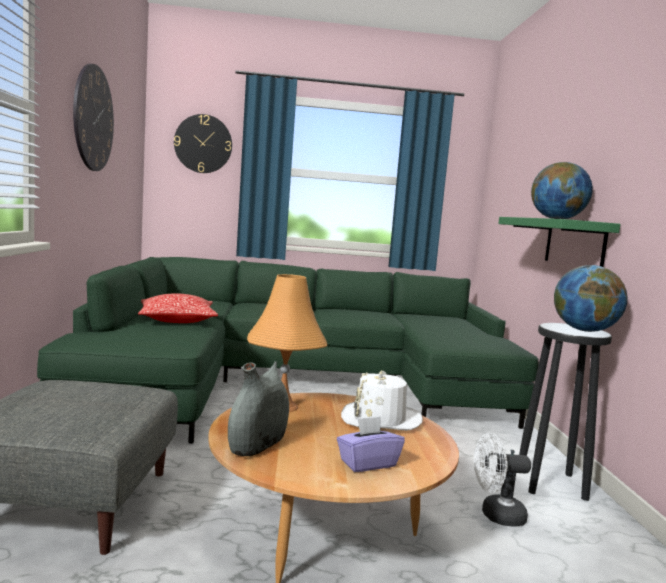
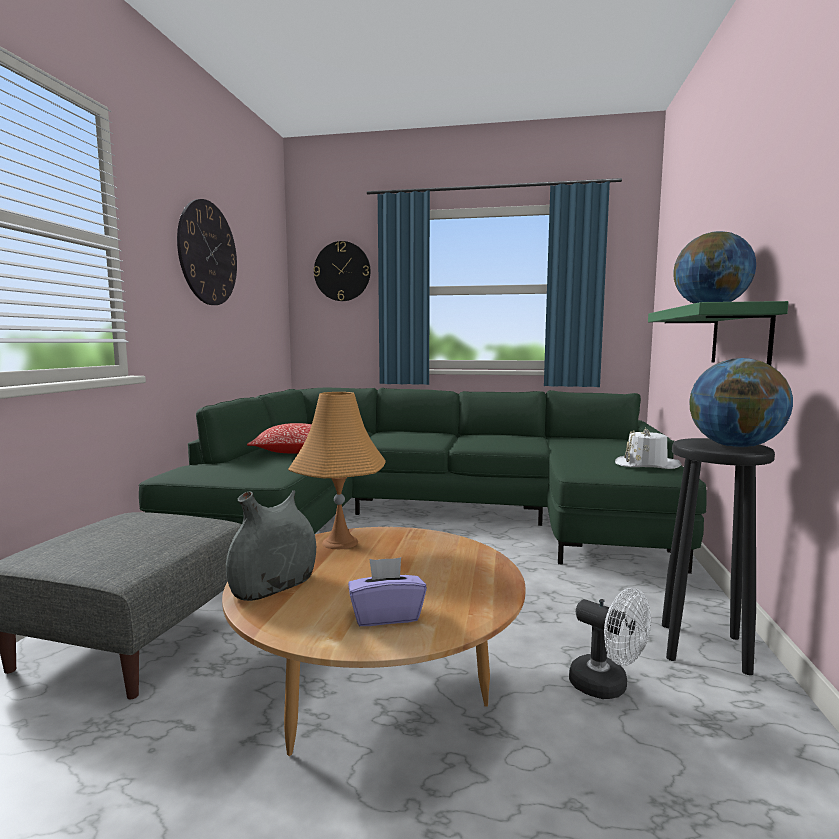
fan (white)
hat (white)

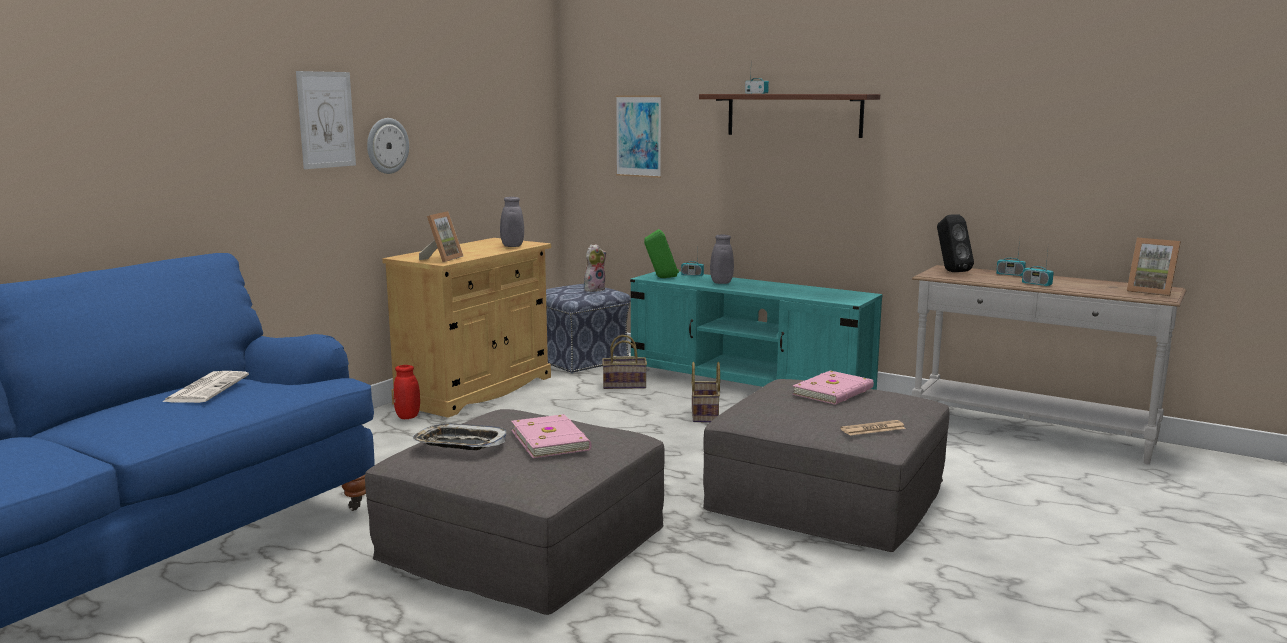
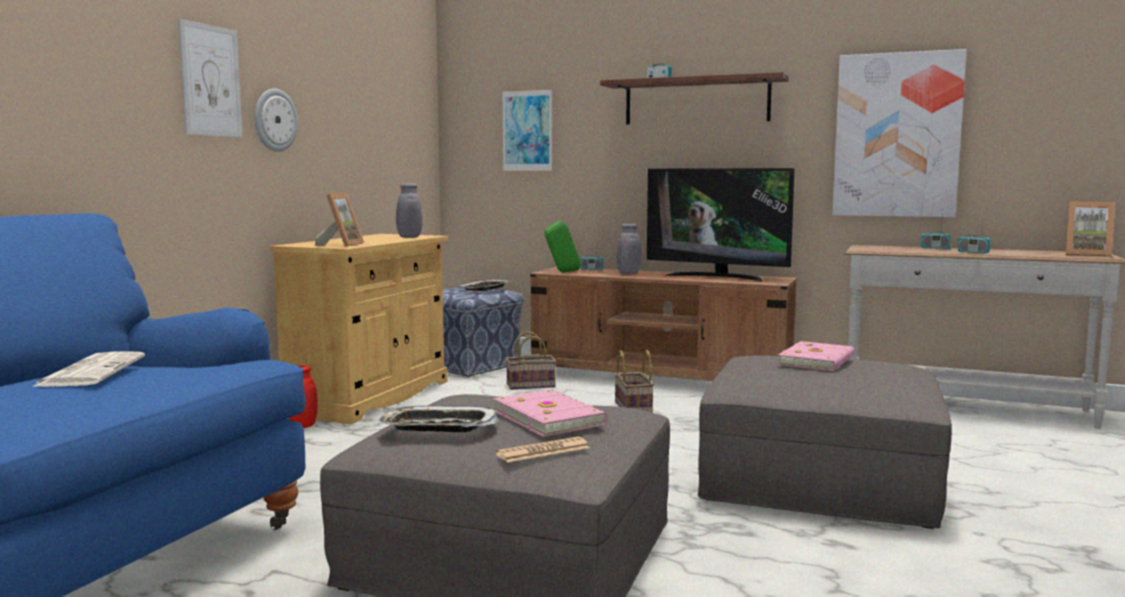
tray (2nd from left)
newspaper (2nd from left)
tv stand (brown)
television
picture (3rd from left)
speaker (black)

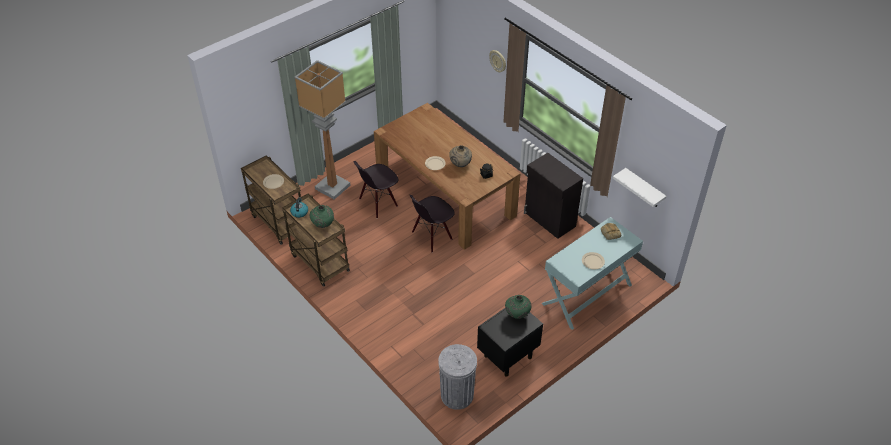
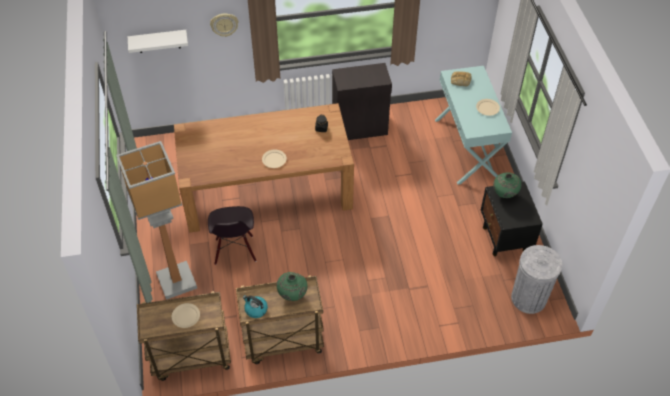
shelf (white)
chair (black) (2nd from left in the first image)
vase (beige)

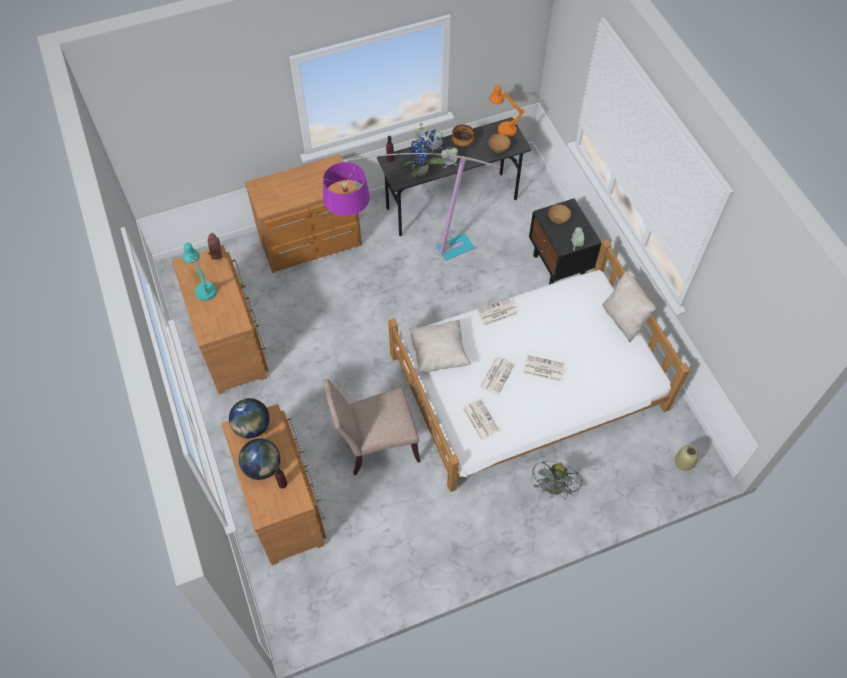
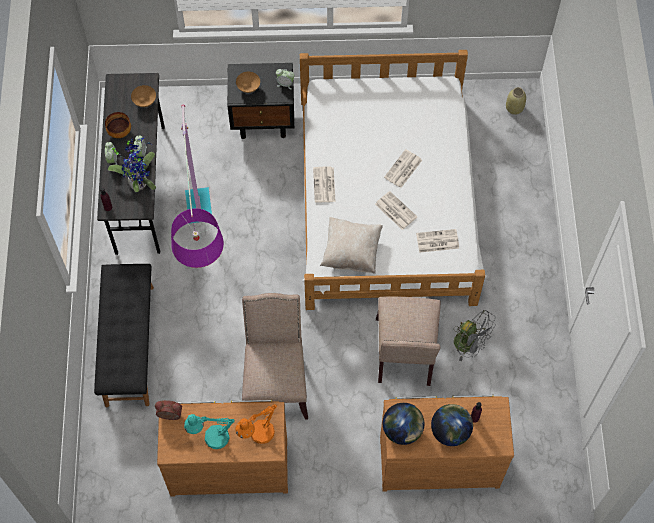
bench (black)
table lamp (orange)
chair (beige) (1st from left)
fan (grey)
pillow (beige) (2nd from left in the first image)

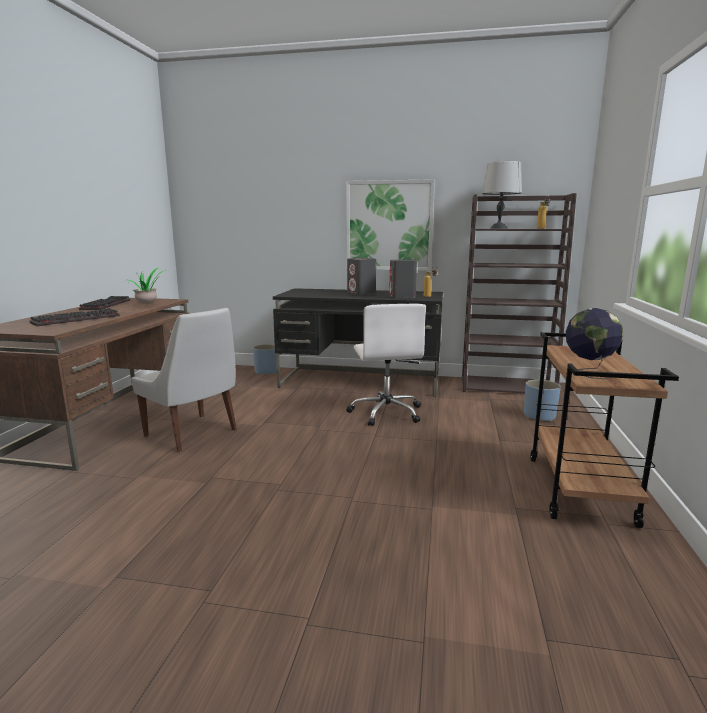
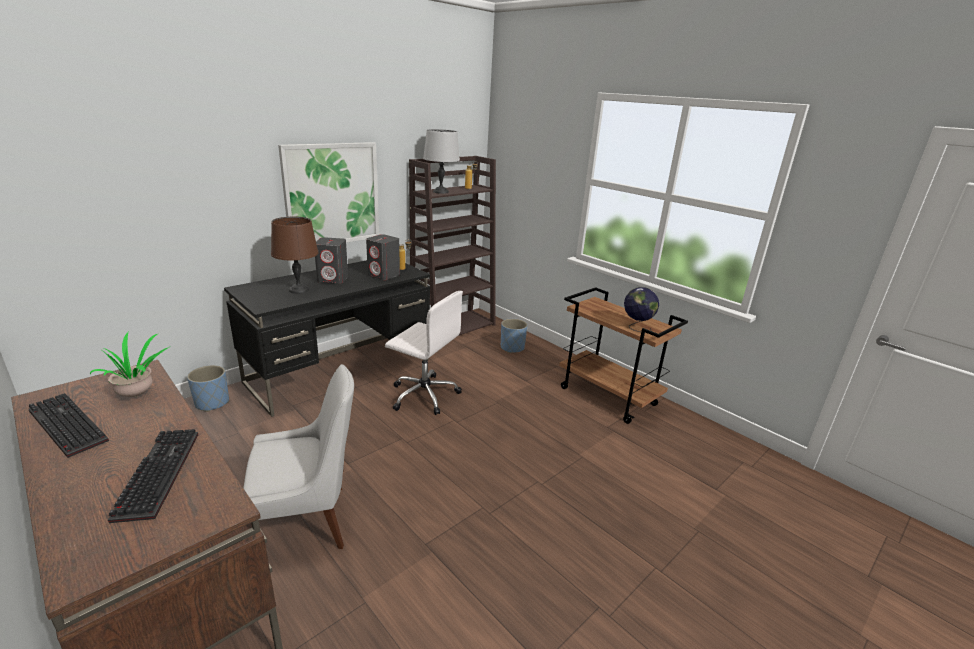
table lamp (brown)

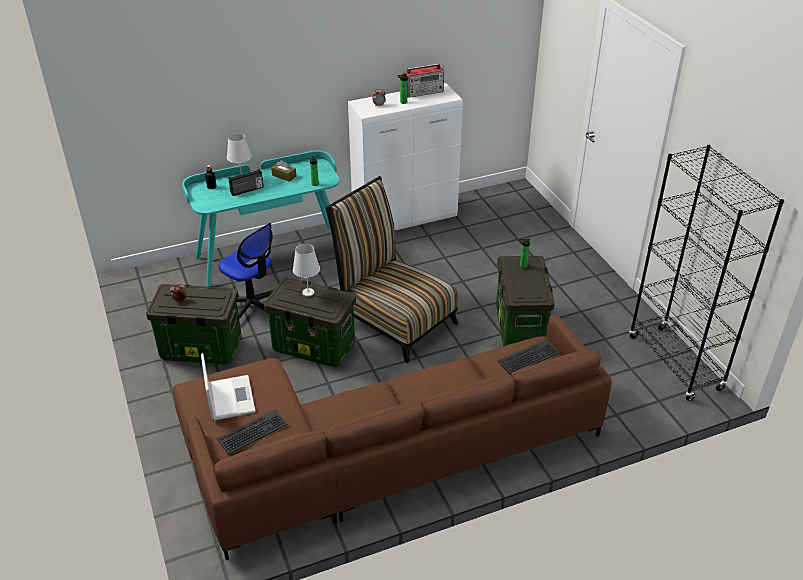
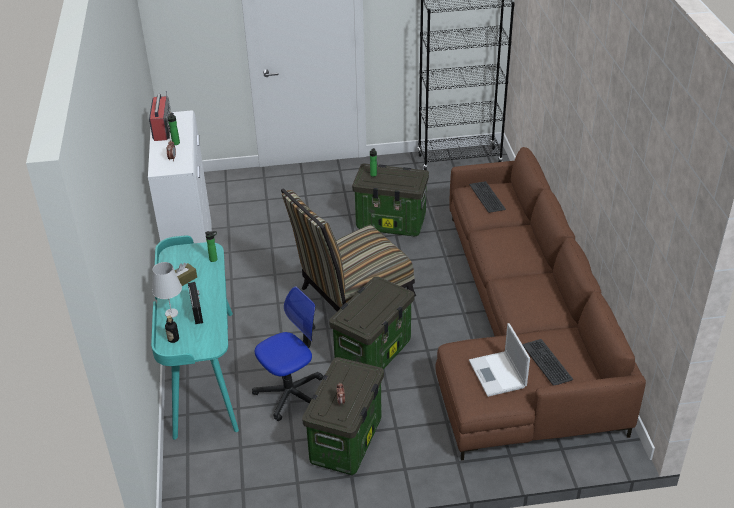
laptop
table lamp (white) (2nd from left in the first image)

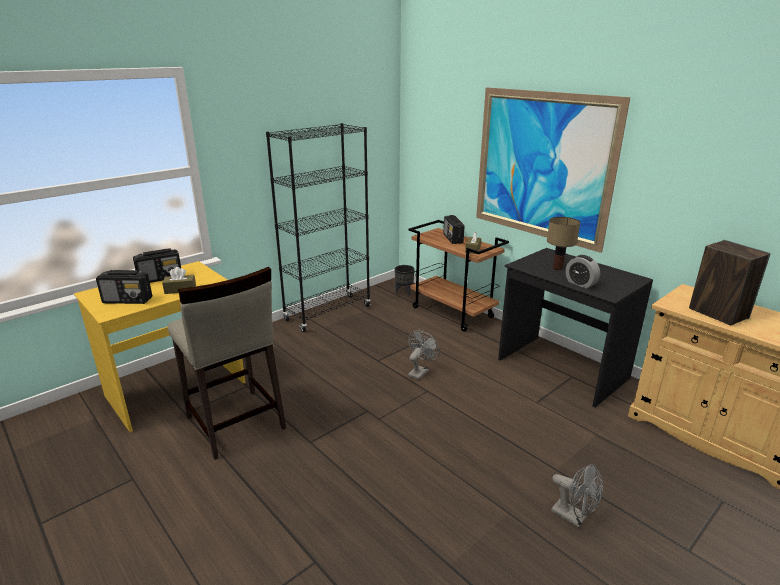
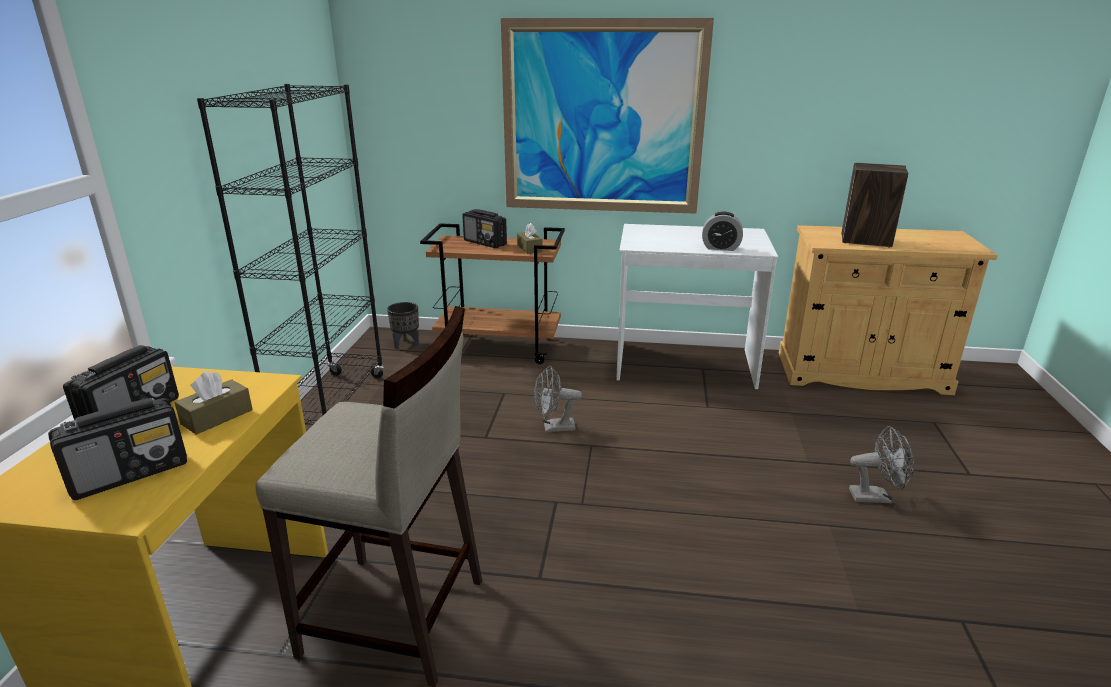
fan (grey) (1st from left)
desk (white)
table lamp

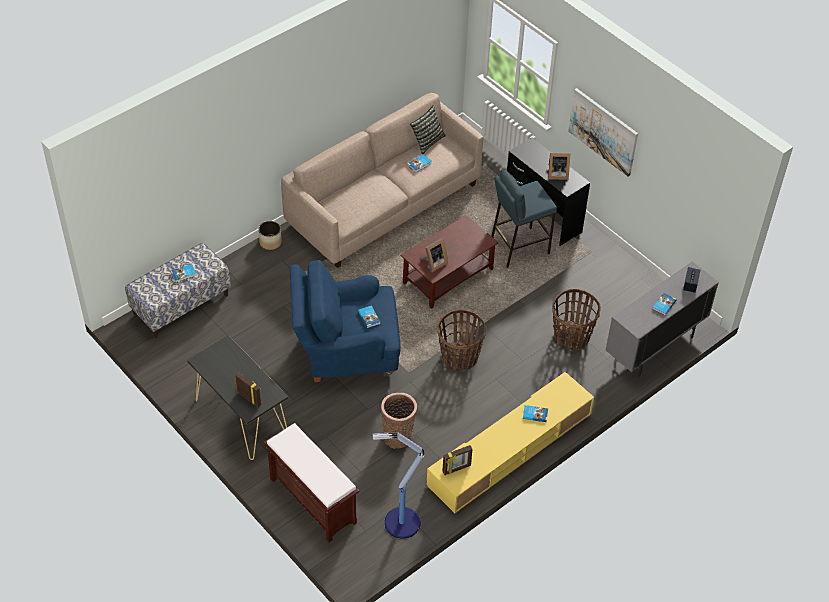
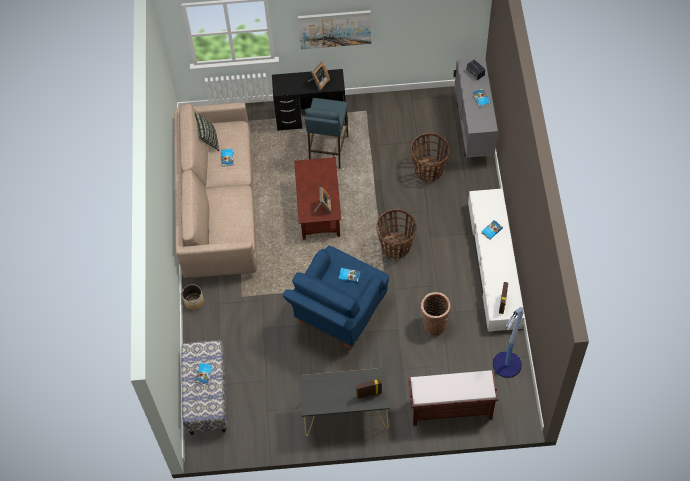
tv stand (white)

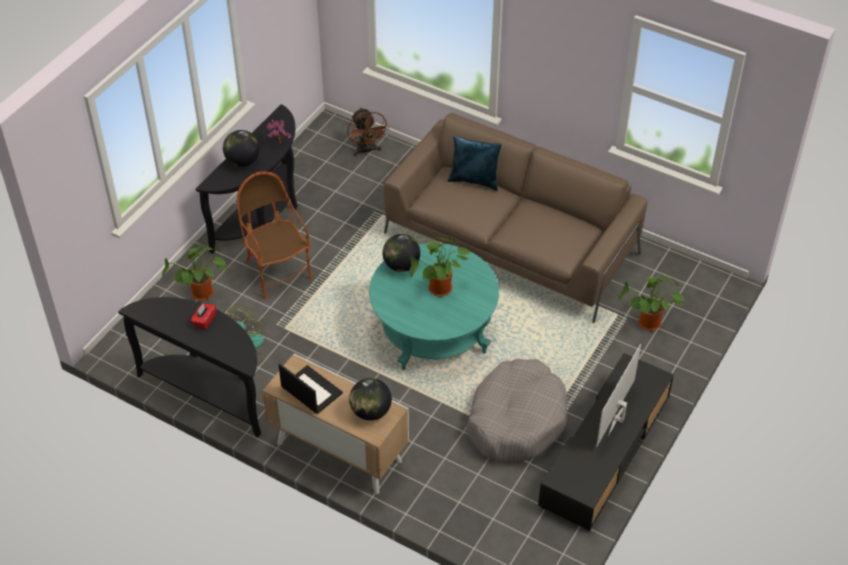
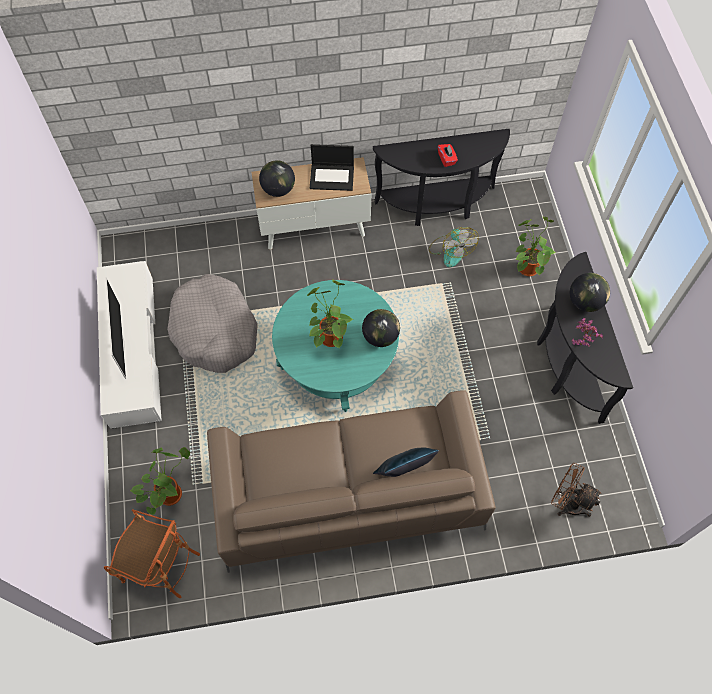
tv stand (white)
armchair

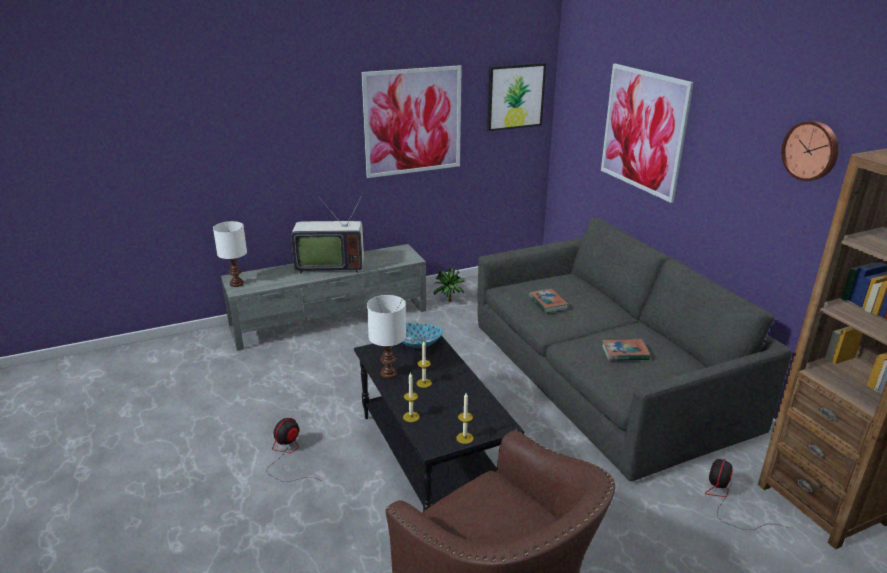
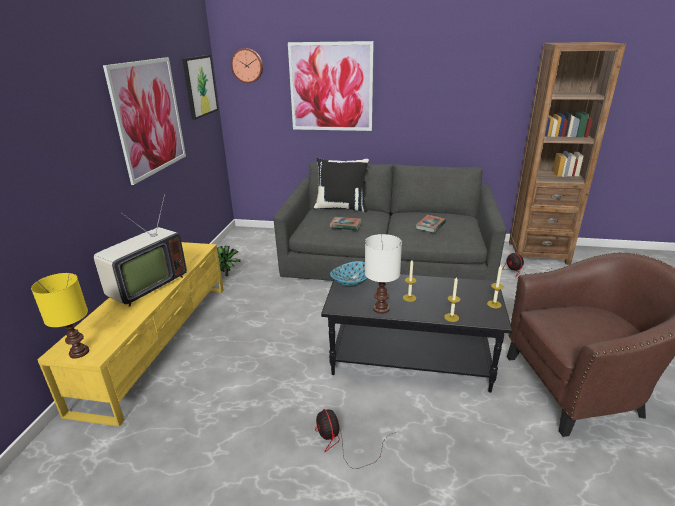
table lamp (yellow)
tv stand (yellow)
wall clock
pillow (black)

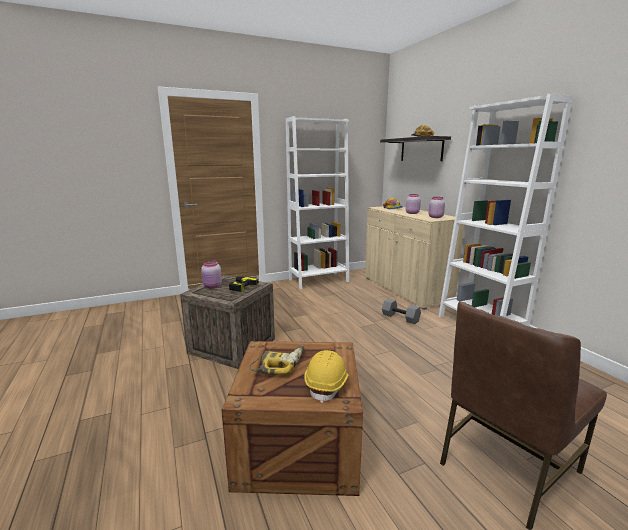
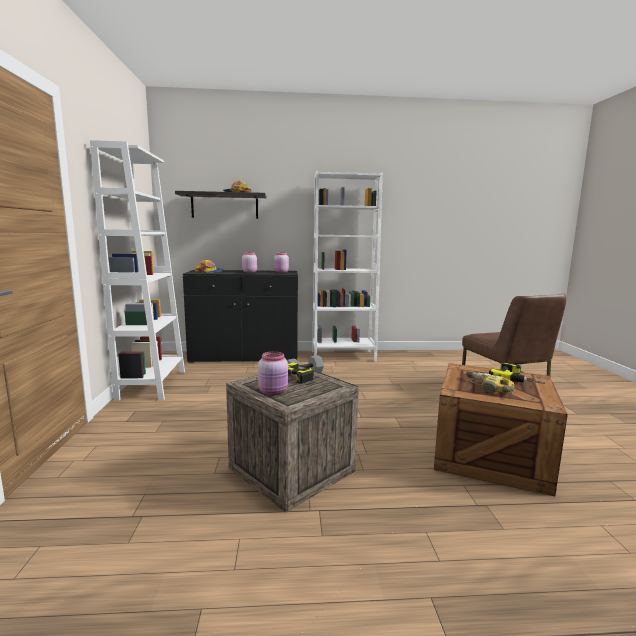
cabinet (black)
power drill (3rd from left)

